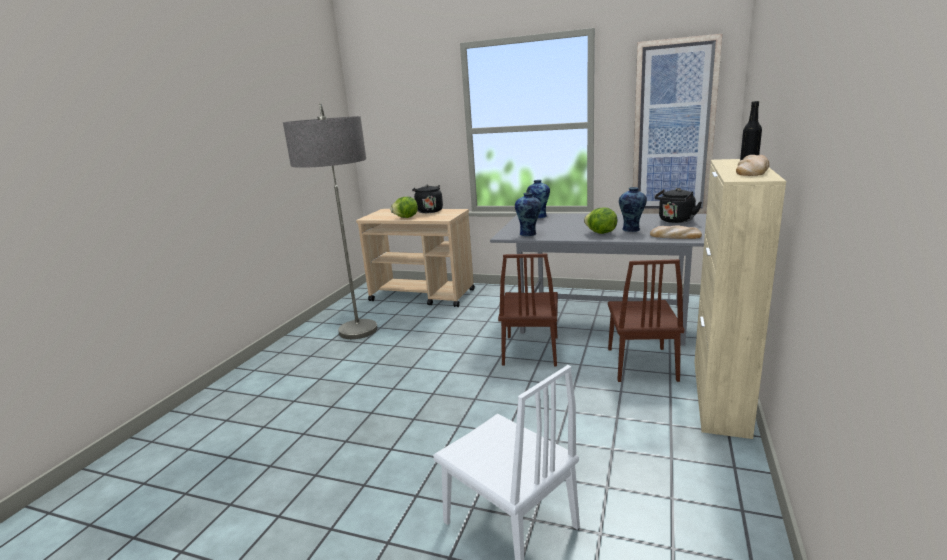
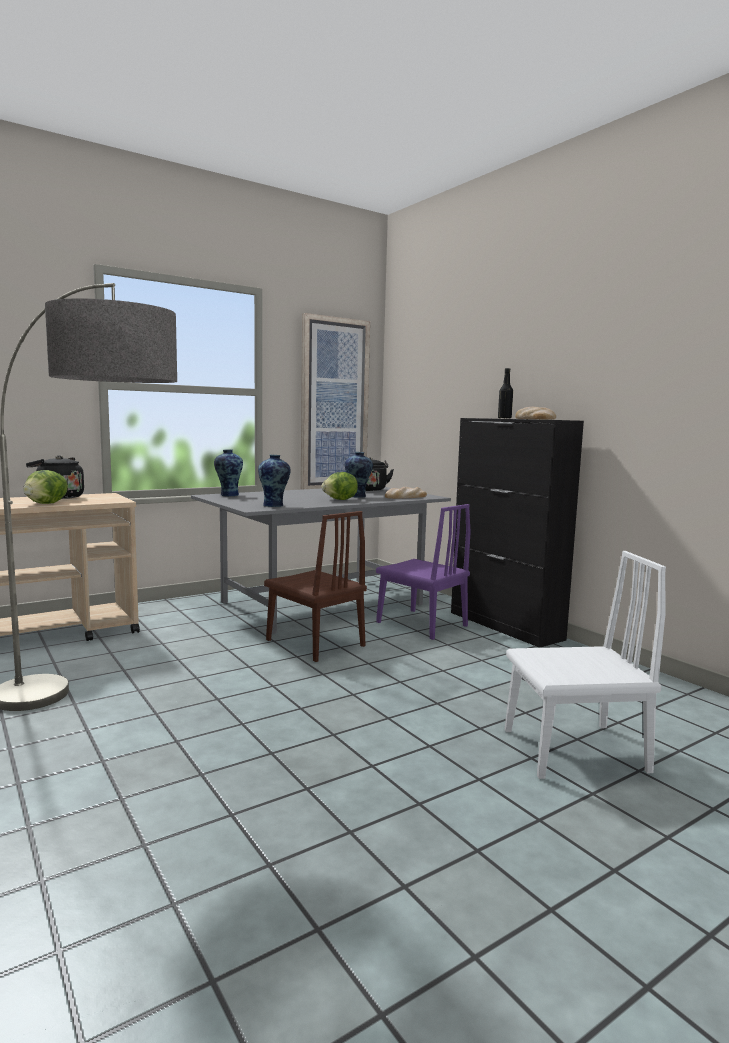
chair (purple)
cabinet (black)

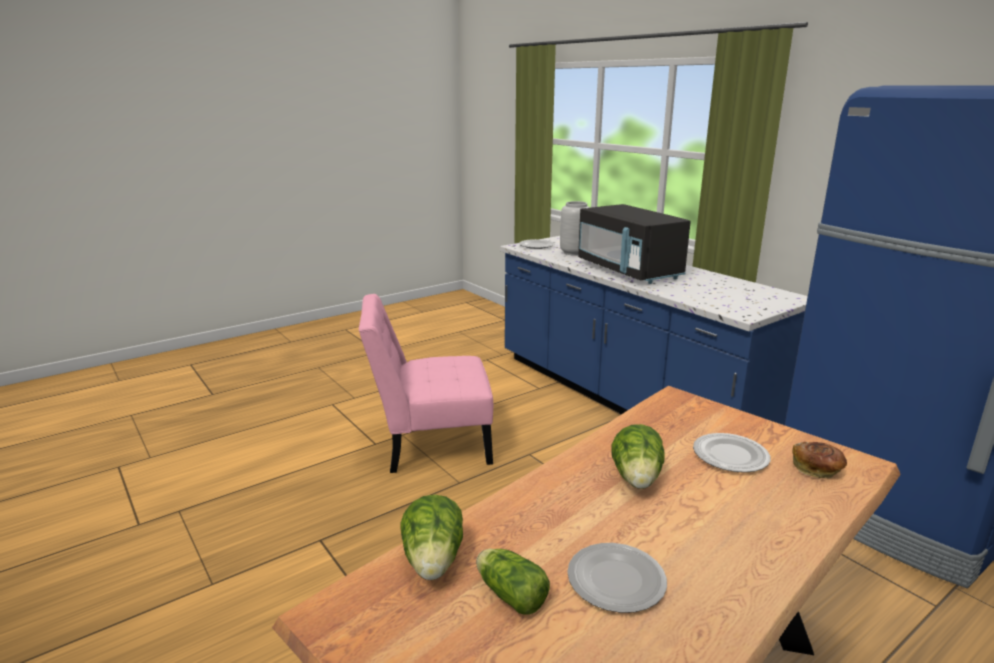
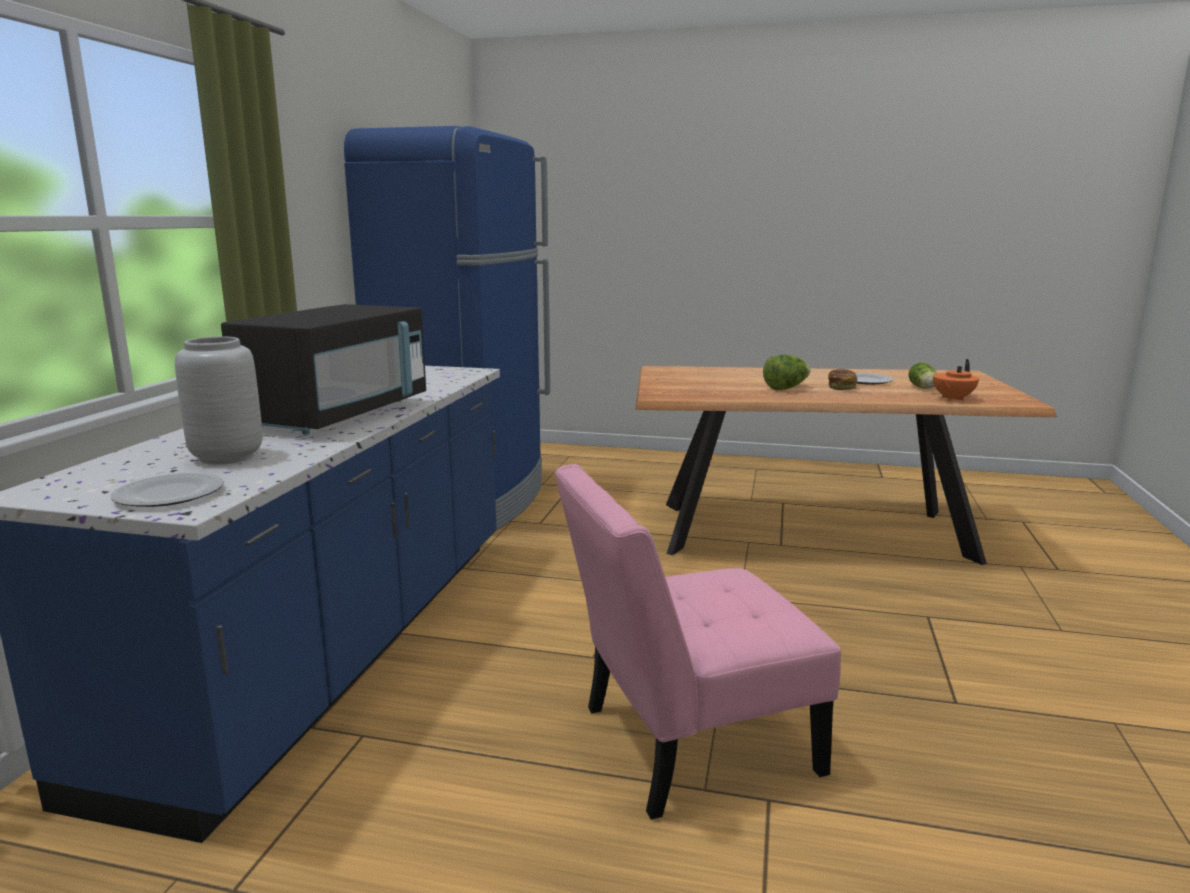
chair (pink)
bread
teapot (orange)
plate (3rd from left in the first image)

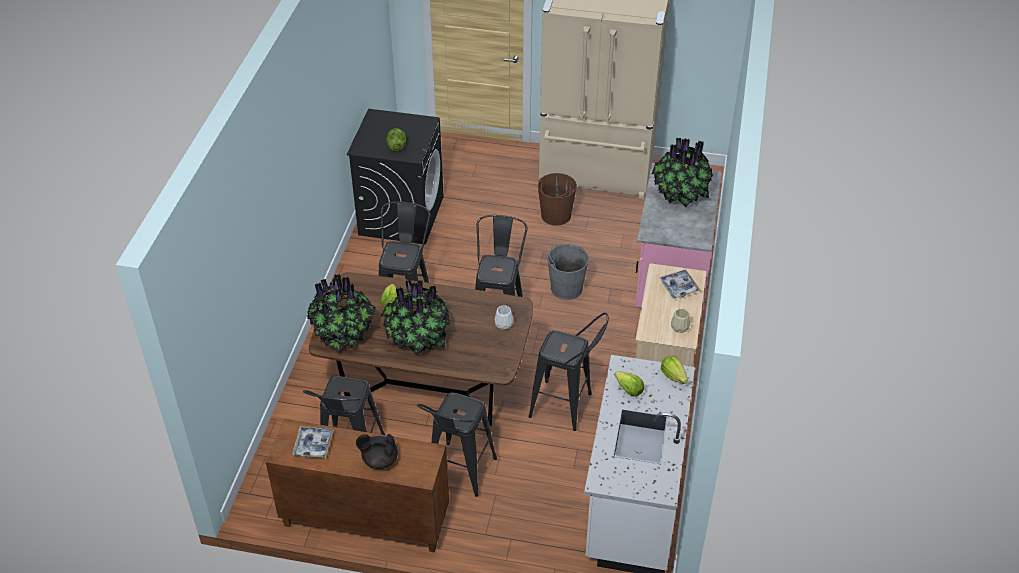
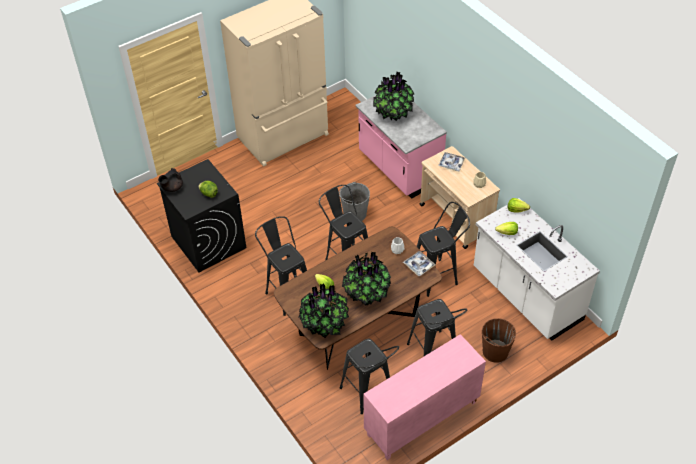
teapot (black)
cabinet (pink)
tray (1st from left)
bucket (brown)

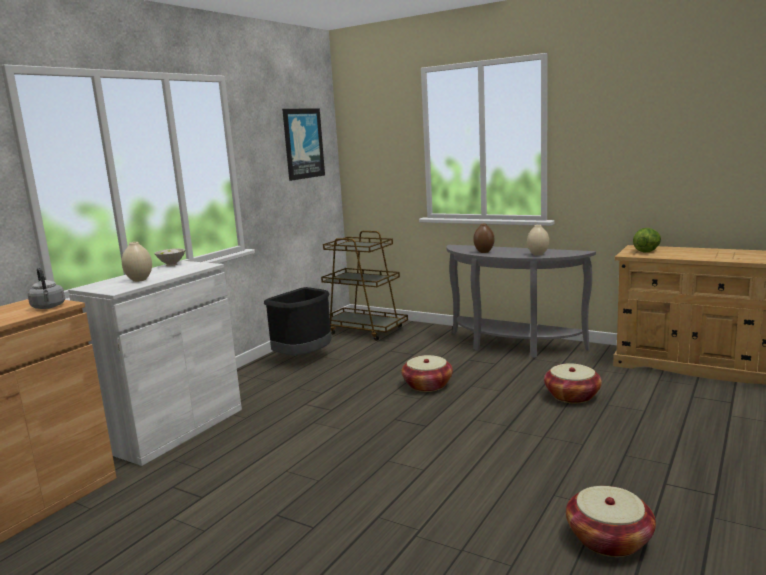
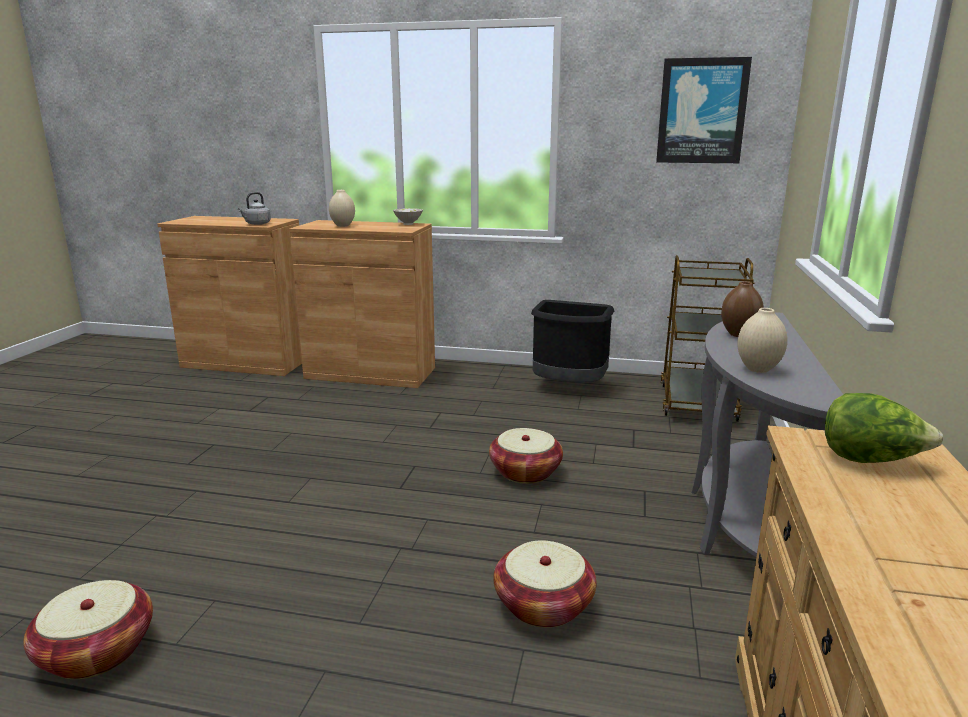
cabinet (brown) (2nd from left)

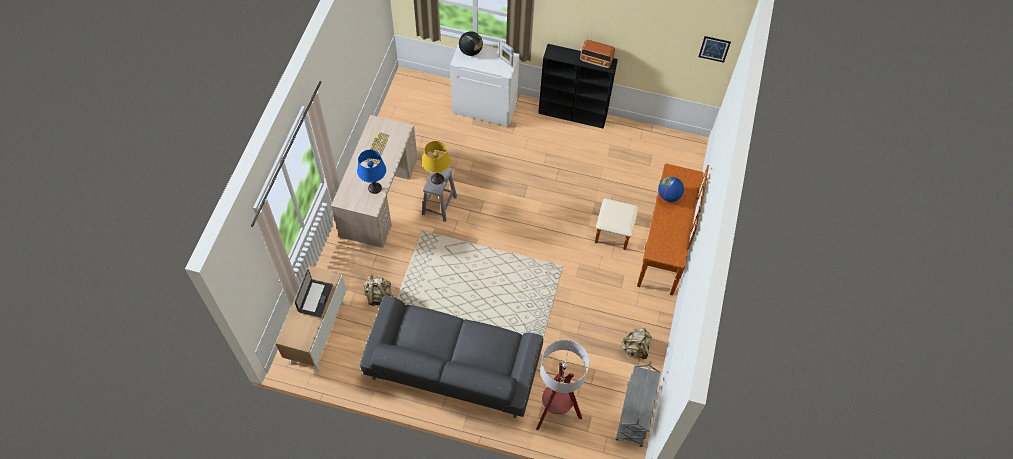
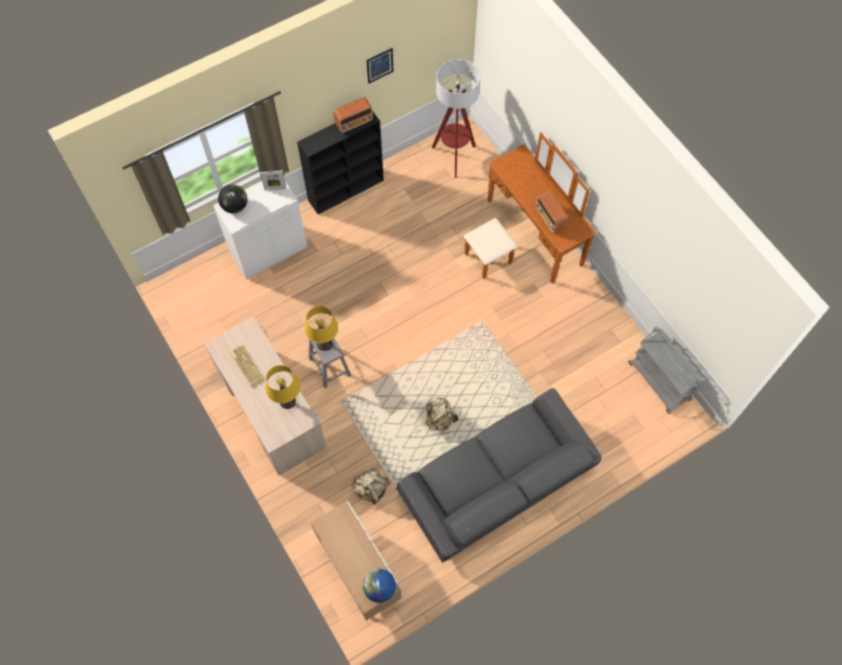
table lamp (yellow) (1st from left)
globe (2nd from left)
picture
backpack (beige) (2nd from left)
floor lamp
radio (2nd from left)
laptop

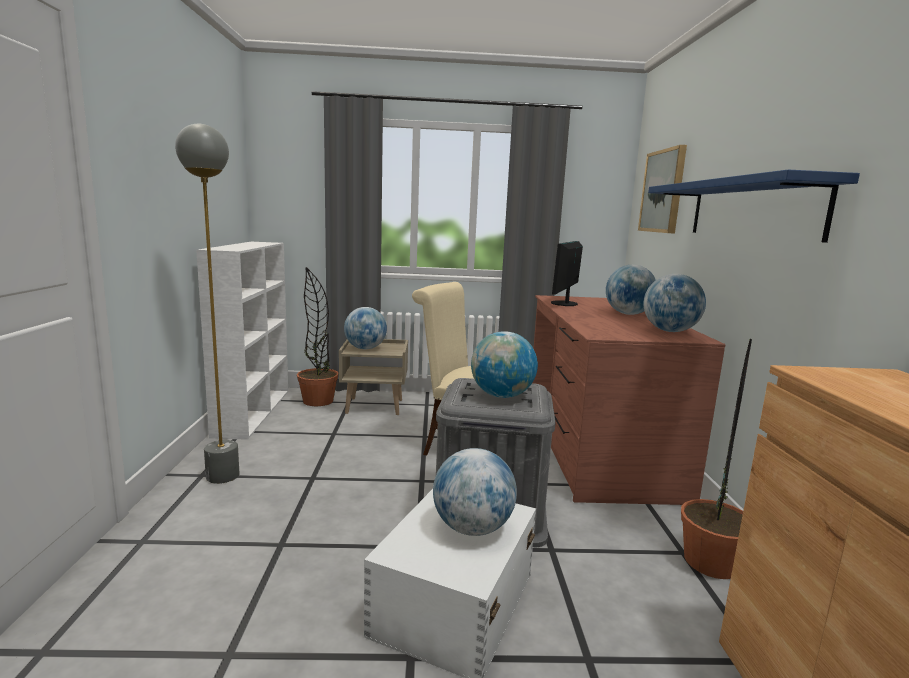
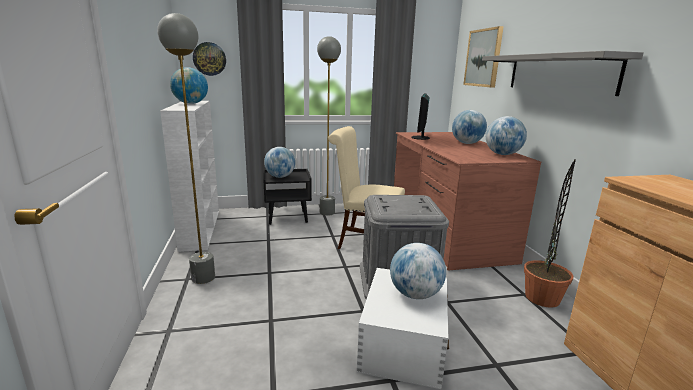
globe (1st from left)
wall clock
nightstand (black)
floor lamp (grey) (2nd from left)
shelf (grey)
potted plant (1st from left in the first image)

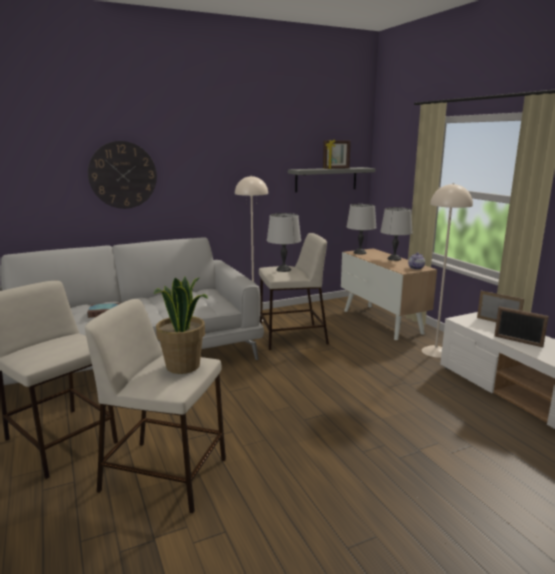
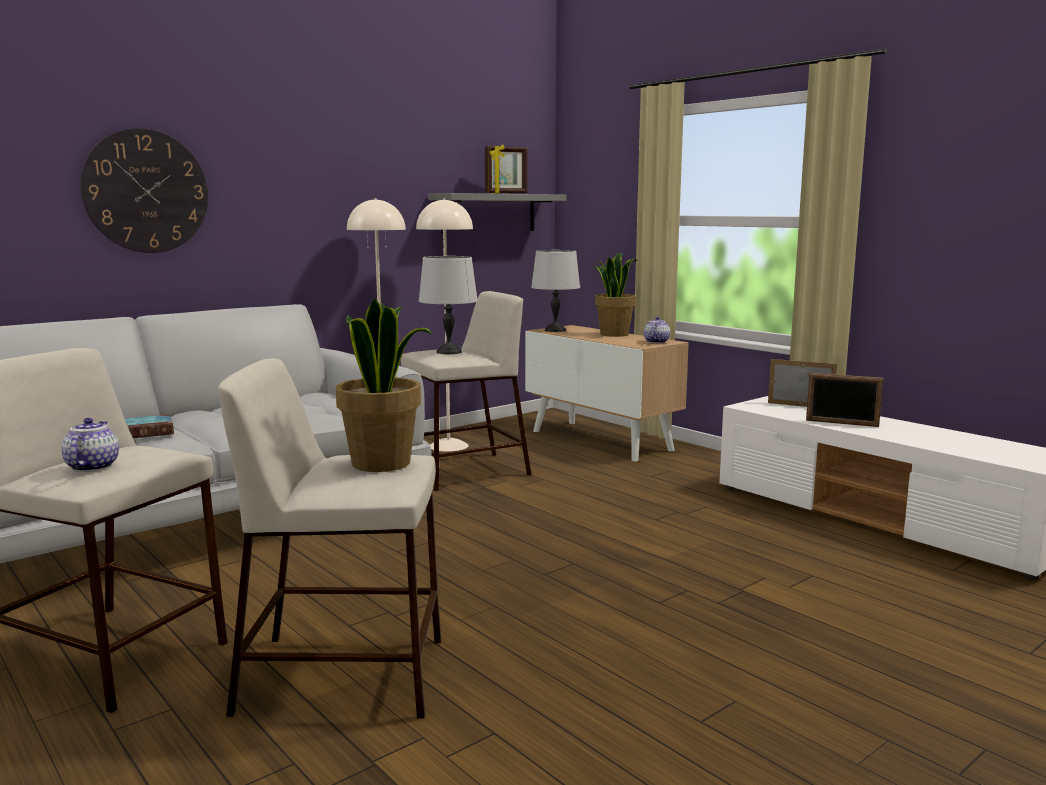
teapot (1st from left)
floor lamp (beige) (2nd from left)
potted plant (2nd from left)

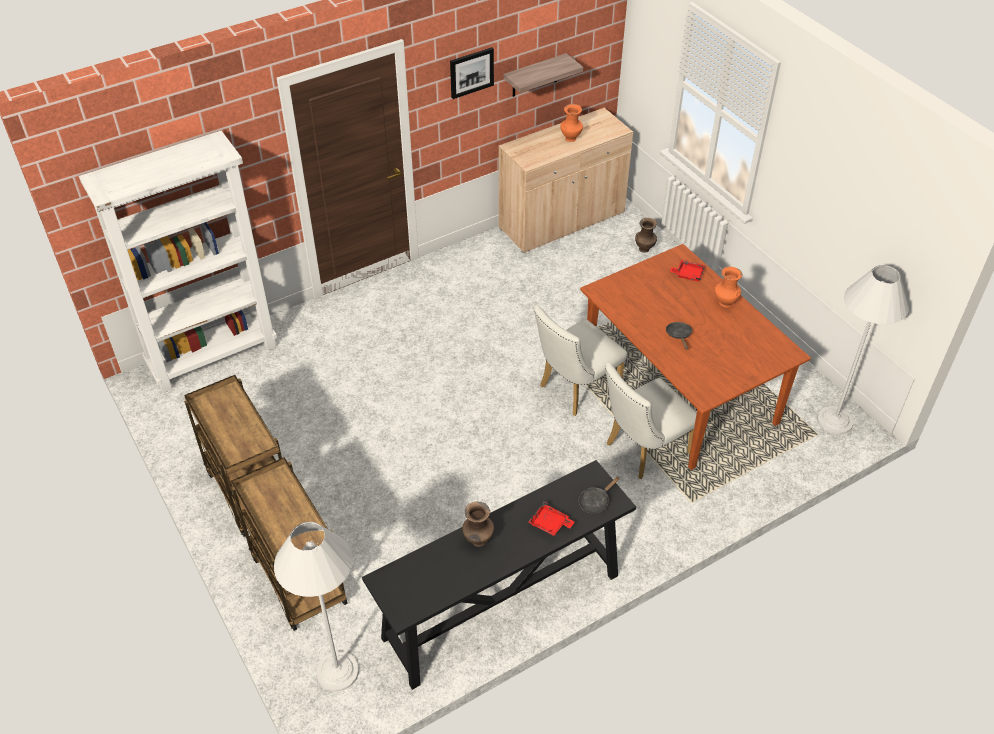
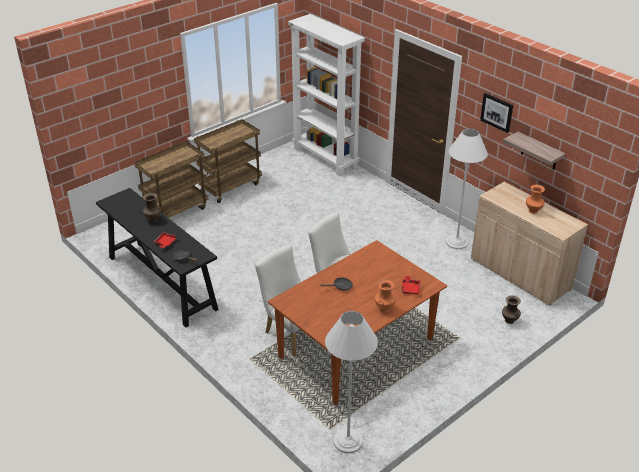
floor lamp (white) (2nd from left)

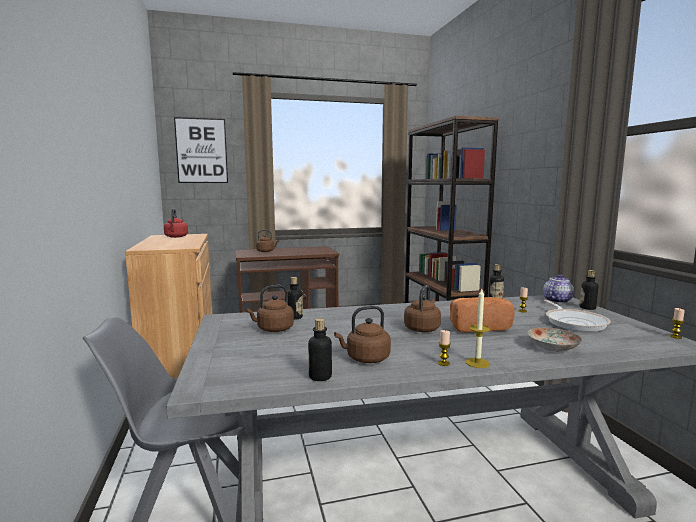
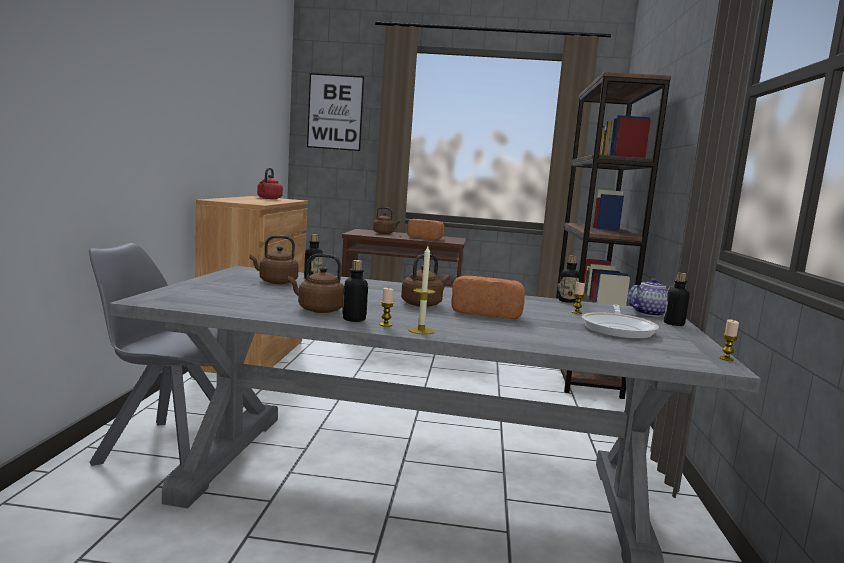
bottle (2nd from left)
bread (1st from left)
plate

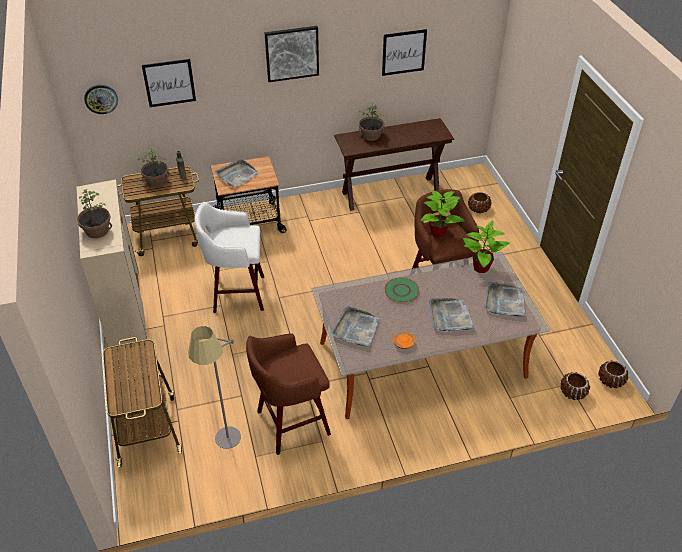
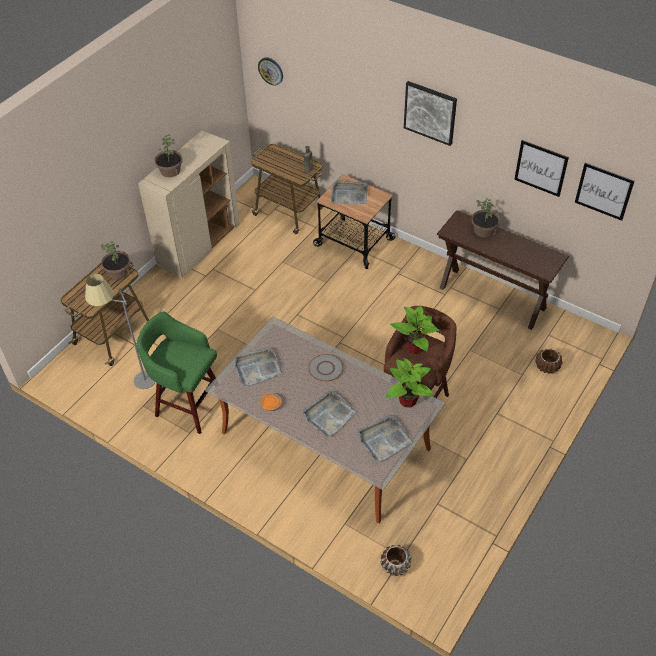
potted plant (1st from left)
stool (green)
plate (grey)
picture (3rd from left)
stool (white)
planter (brown) (3rd from left in the first image)

